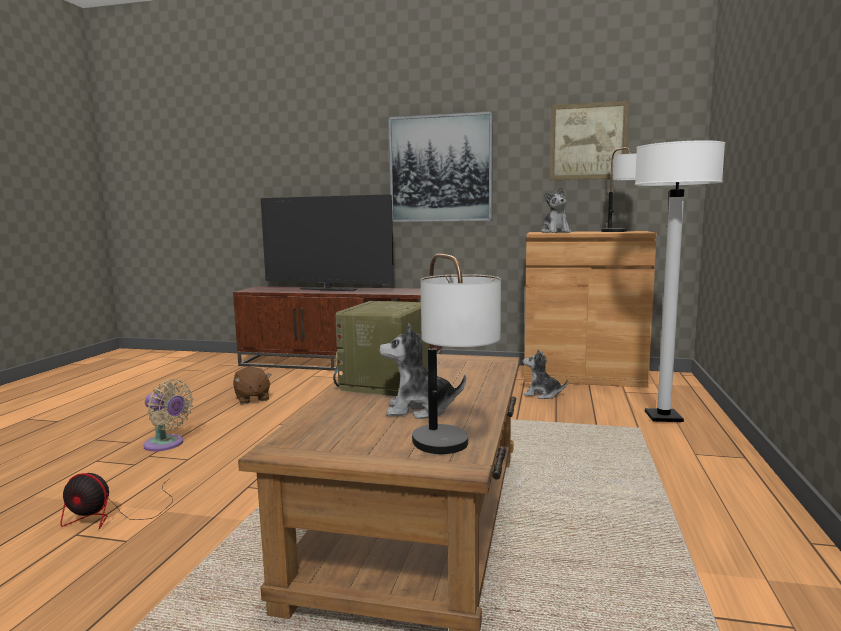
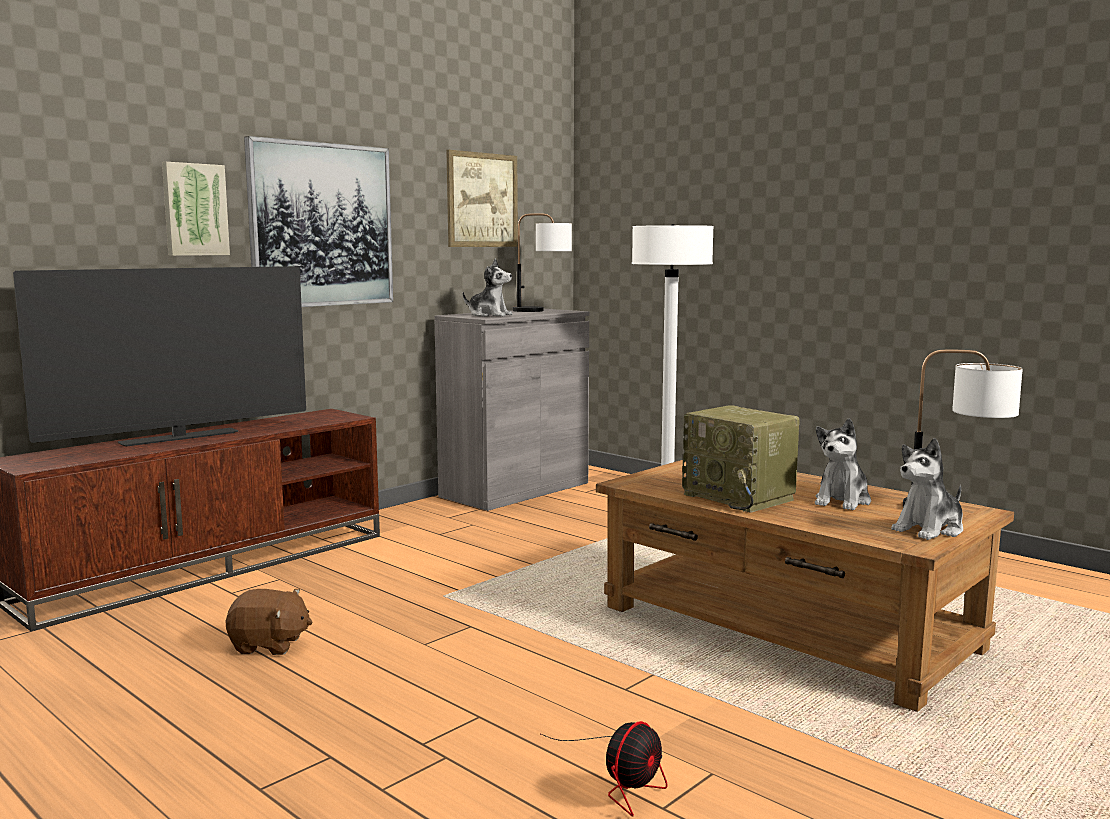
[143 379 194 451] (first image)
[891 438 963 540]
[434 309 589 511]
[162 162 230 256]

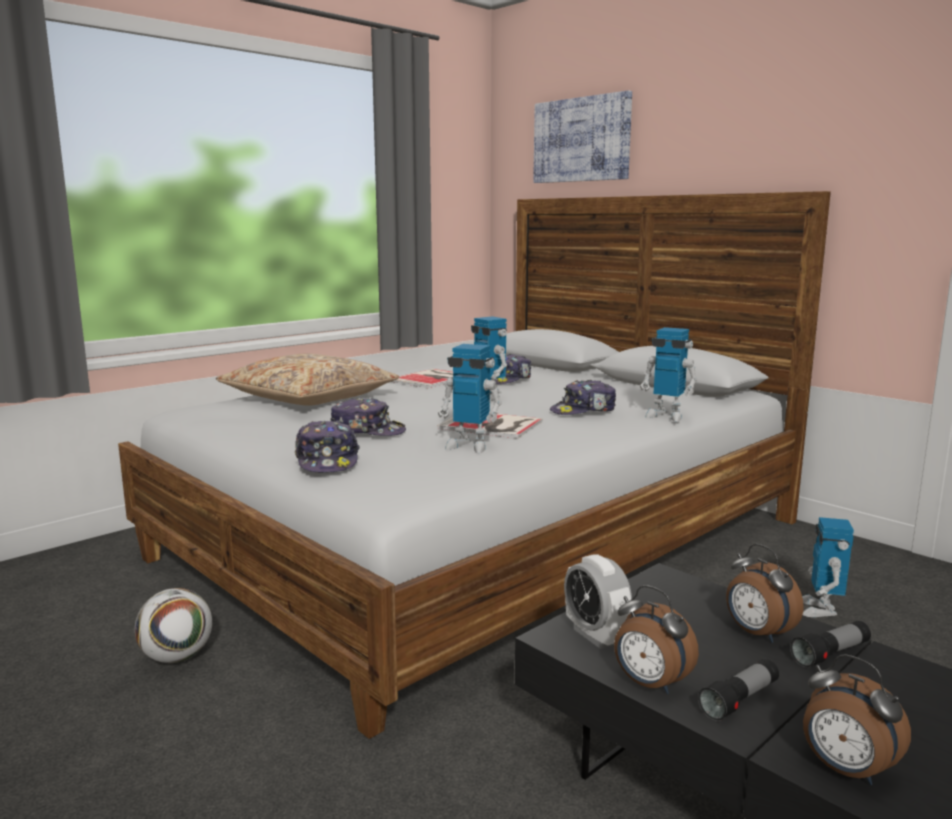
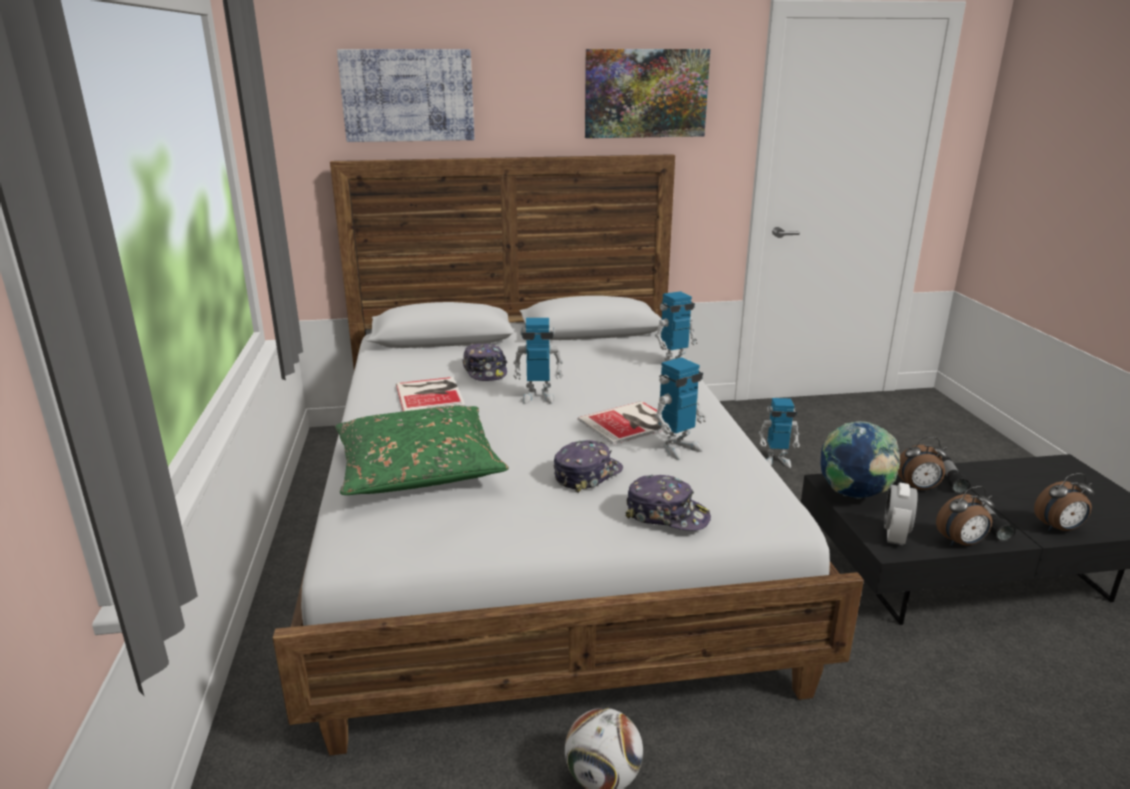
[335 406 509 495]
[550 380 616 415] (first image)
[884 482 918 545]
[759 398 800 468]
[585 49 710 138]
[820 421 900 499]

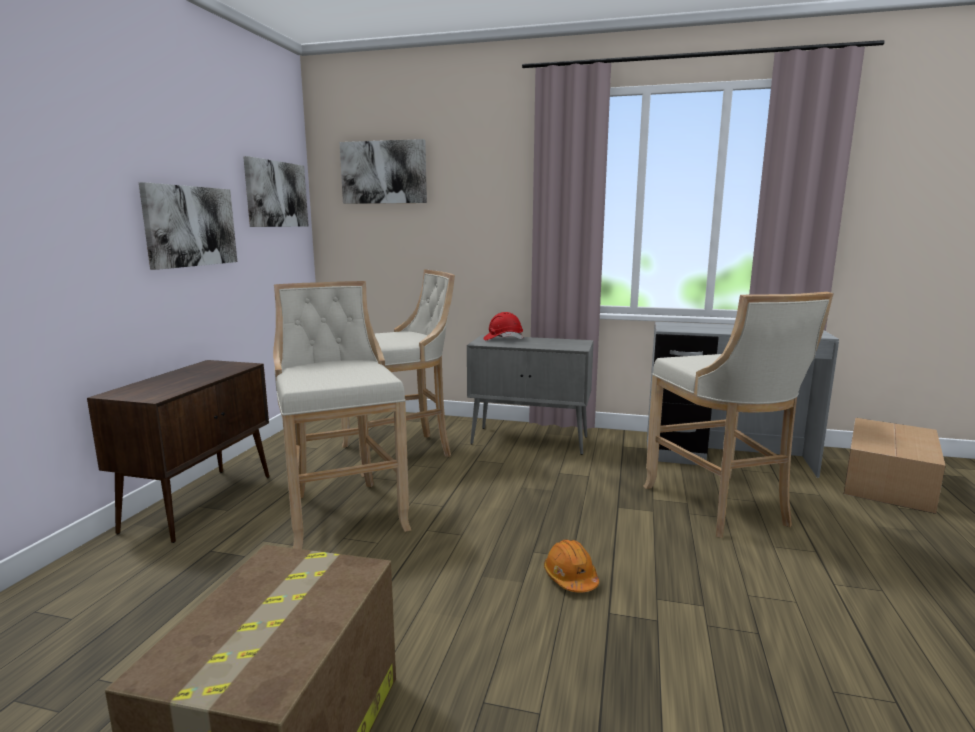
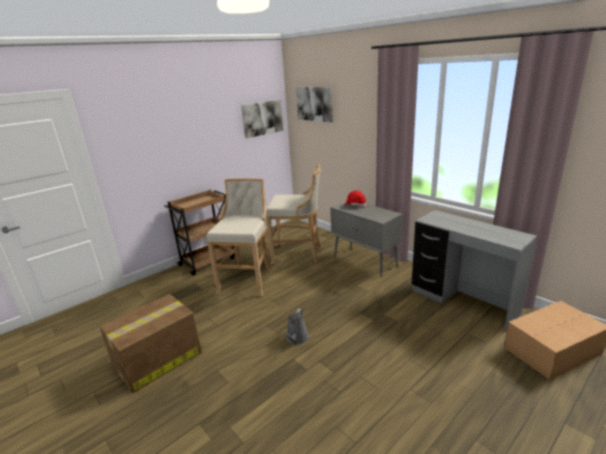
[164 190 235 276]
[139 182 237 270] (first image)
[284 309 309 345]
[643 292 834 538] (first image)

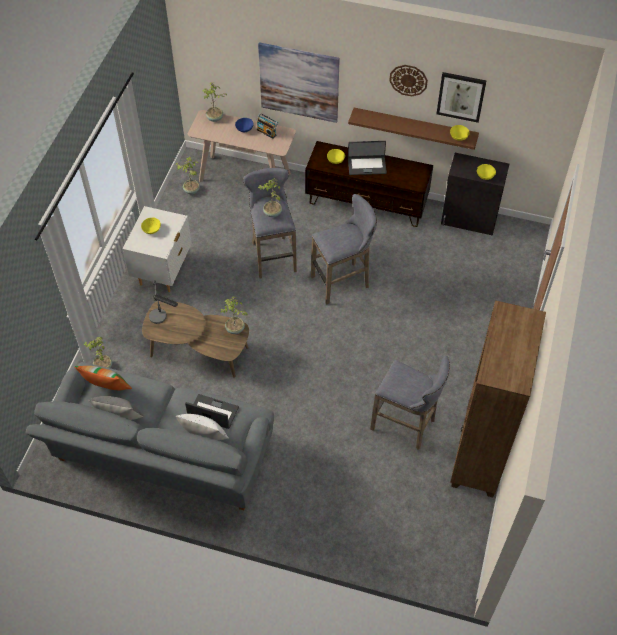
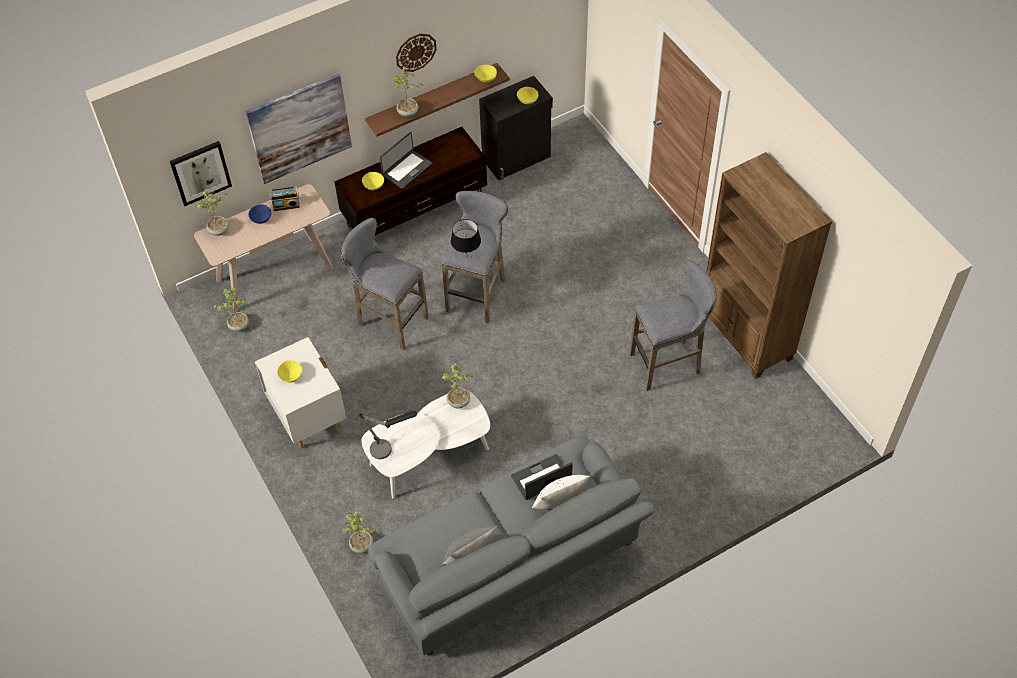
[74 366 132 390] (first image)
[361 390 490 499]
[393 68 423 117]
[169 141 232 206]
[451 219 481 253]

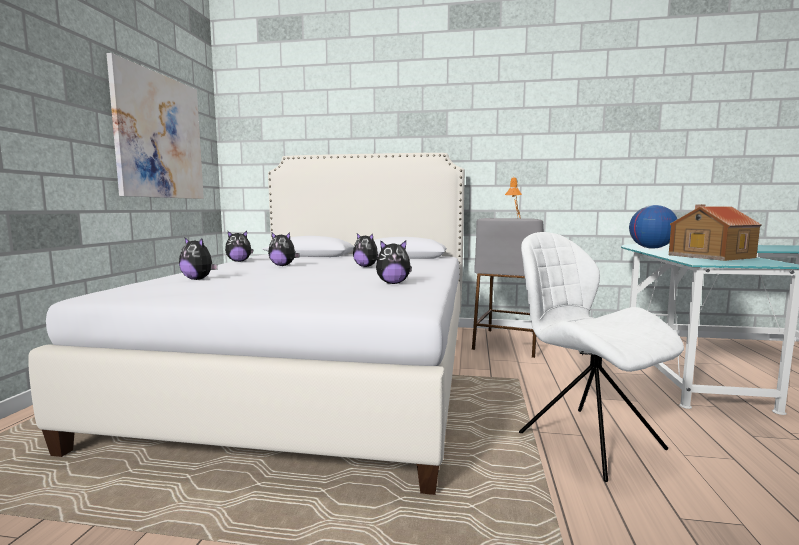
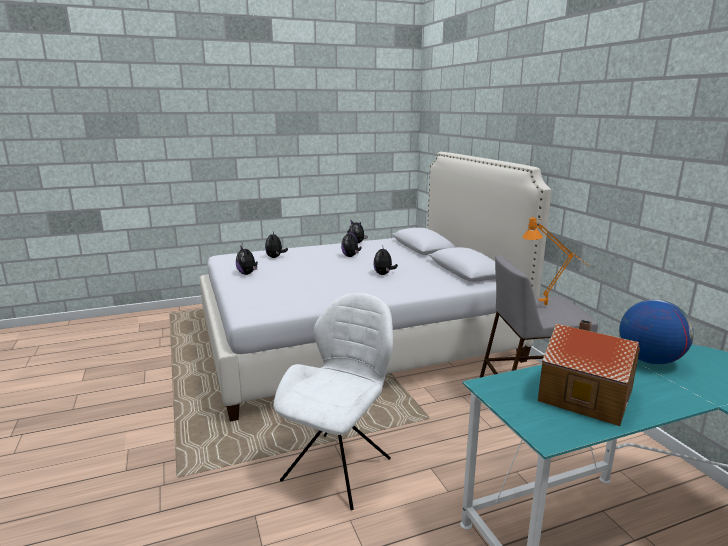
[106 53 204 199] (first image)
[236 246 258 275]

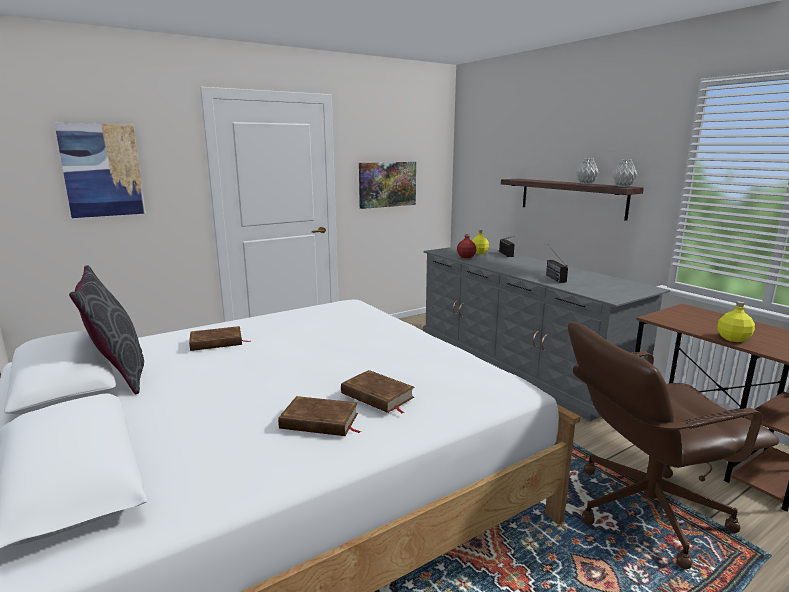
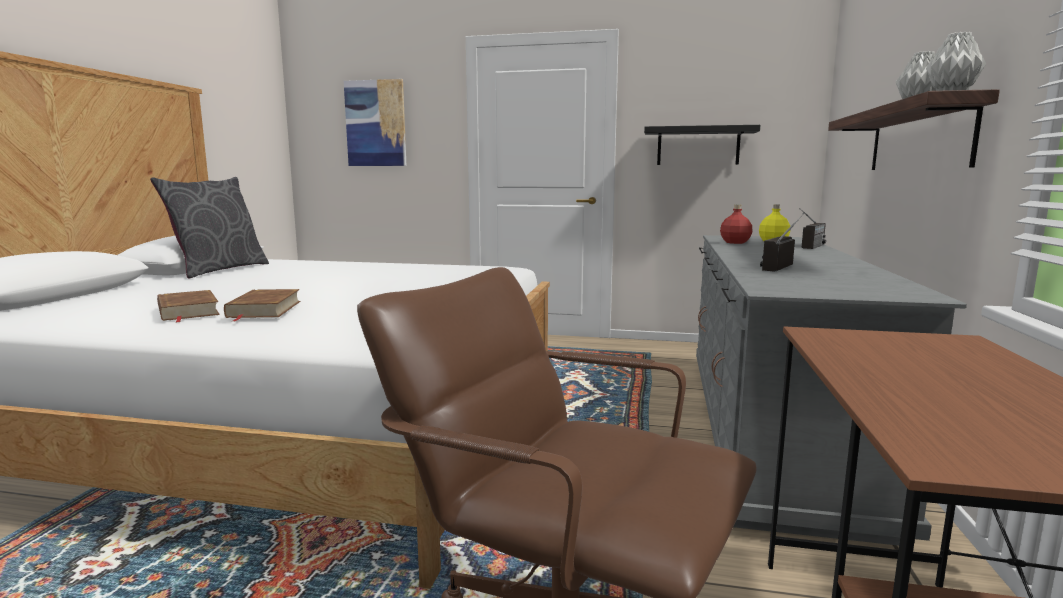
[189 326 250 351] (first image)
[644 125 760 165]
[717 301 755 342] (first image)

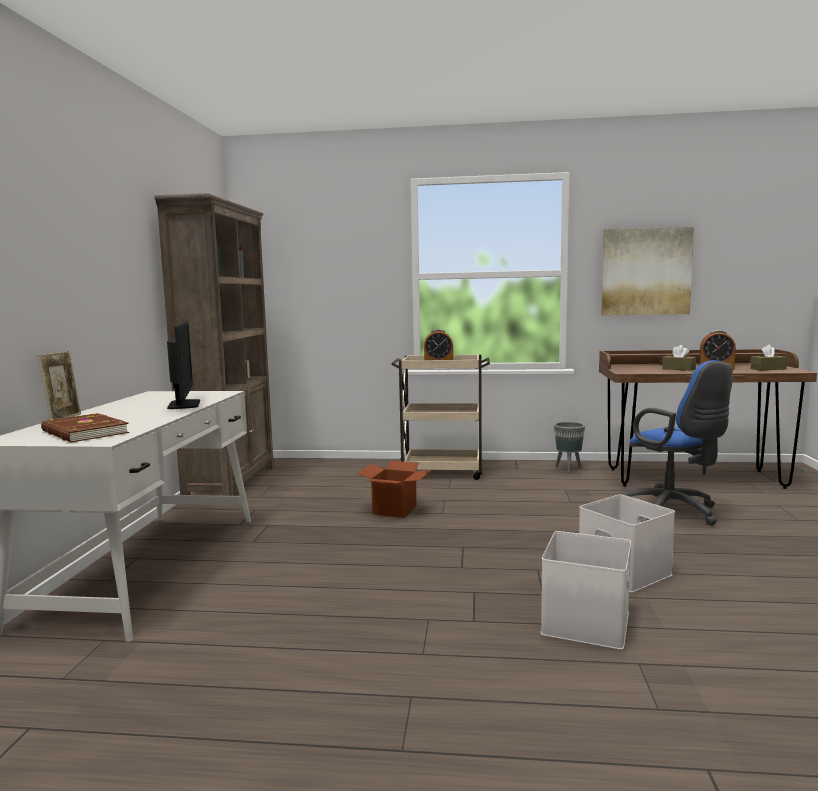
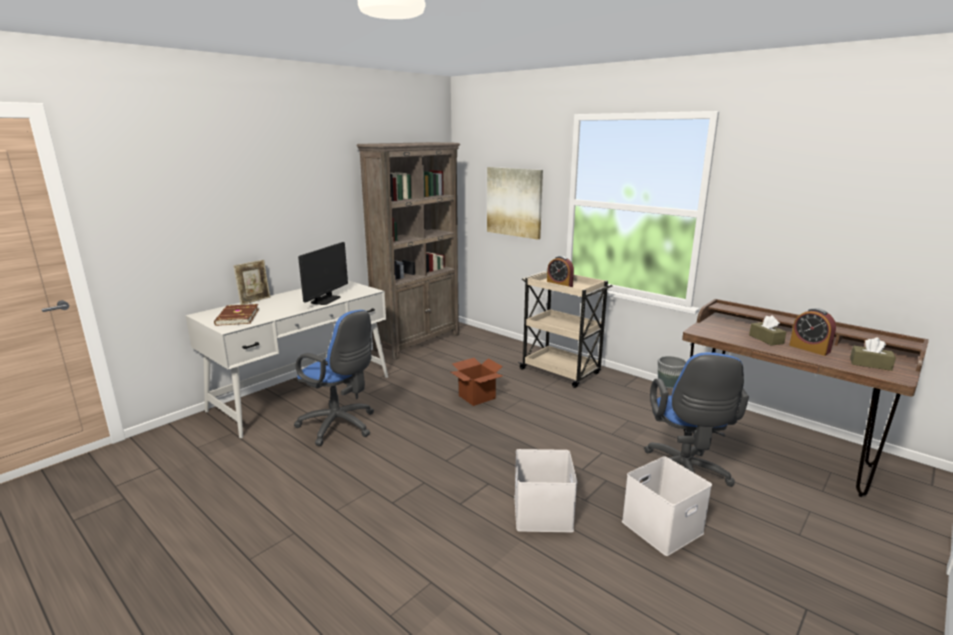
[622 456 712 556]
[487 167 543 240]
[294 310 374 446]

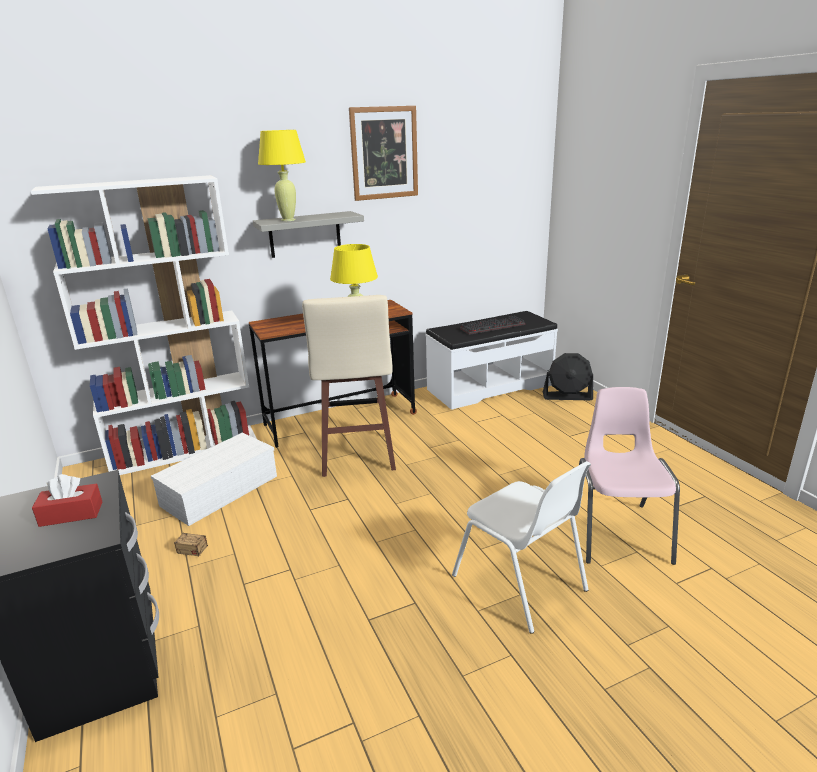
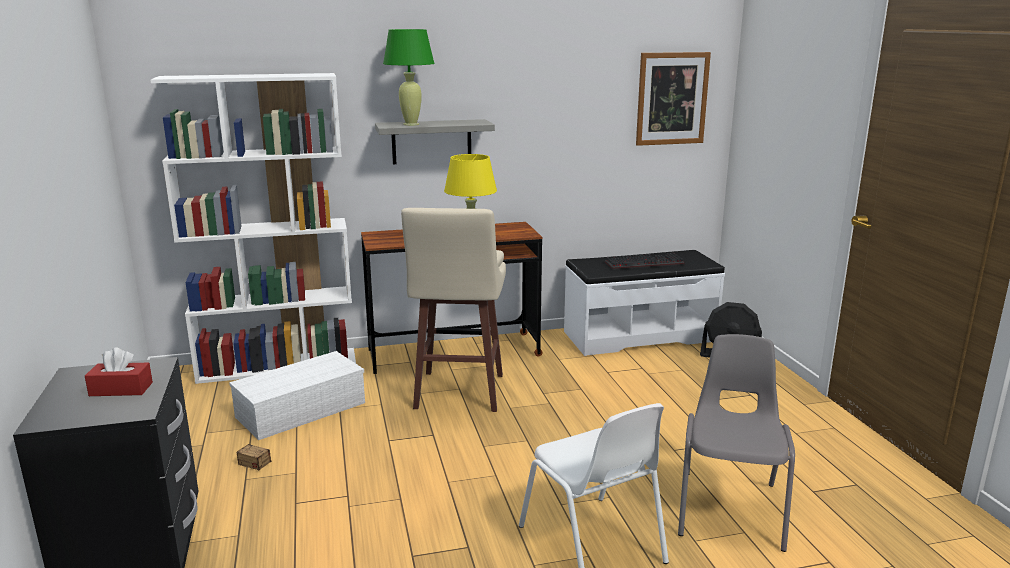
[383 29 434 126]
[636 52 711 146]
[678 334 795 552]

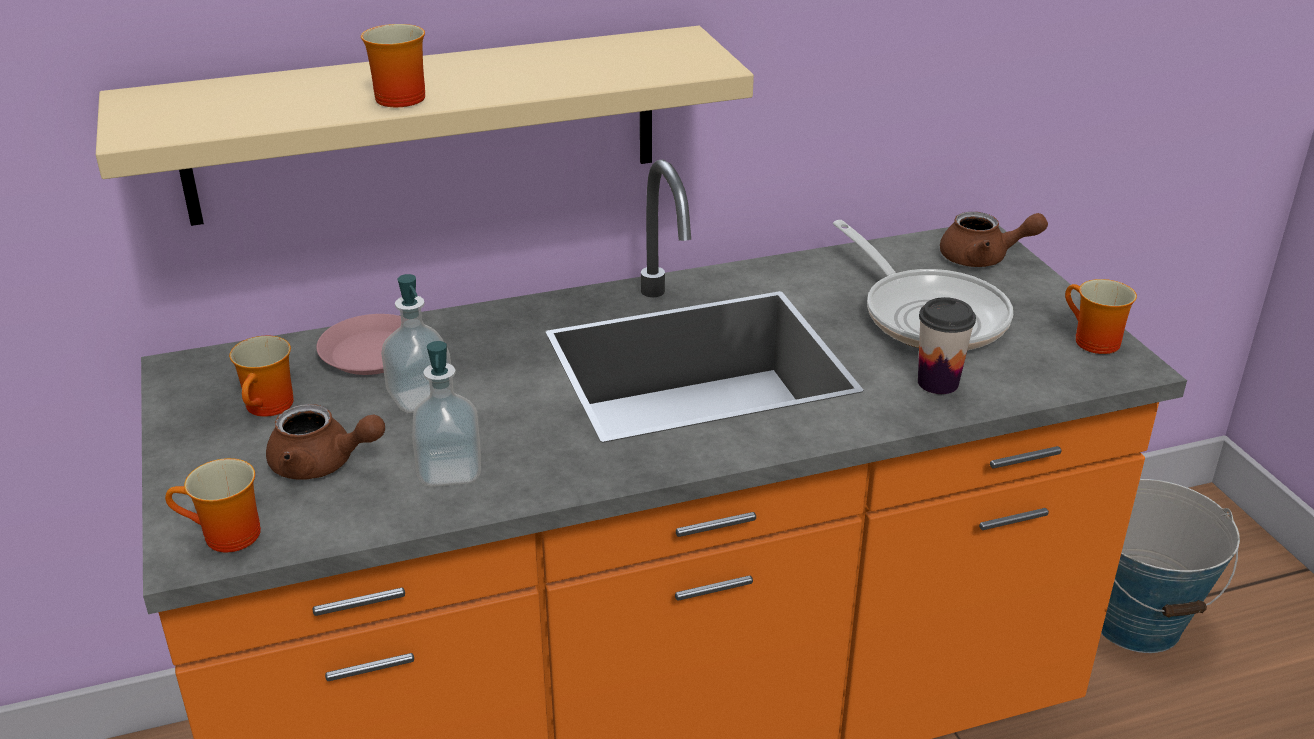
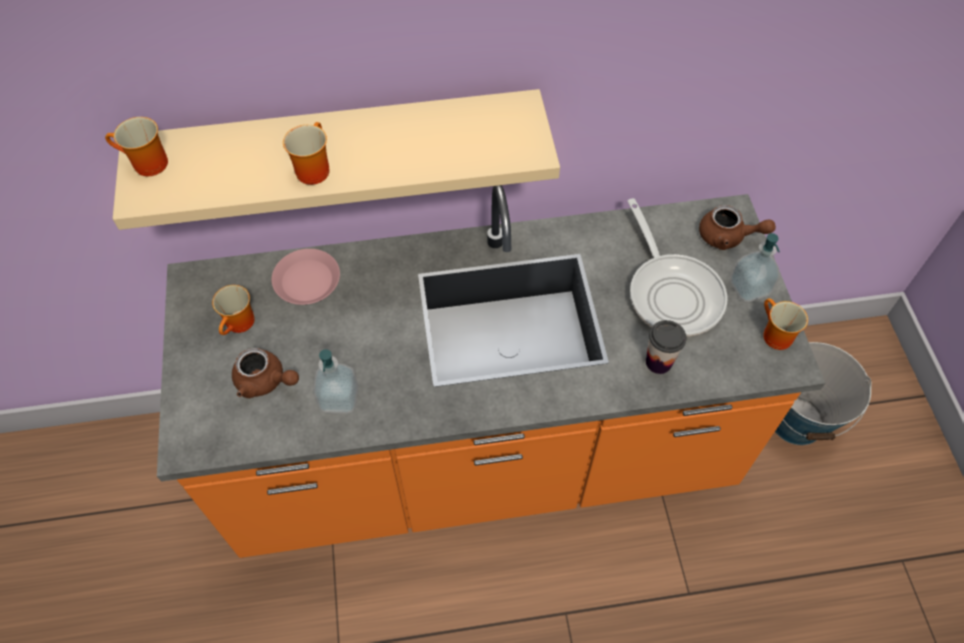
[105 117 168 176]
[730 233 780 302]

